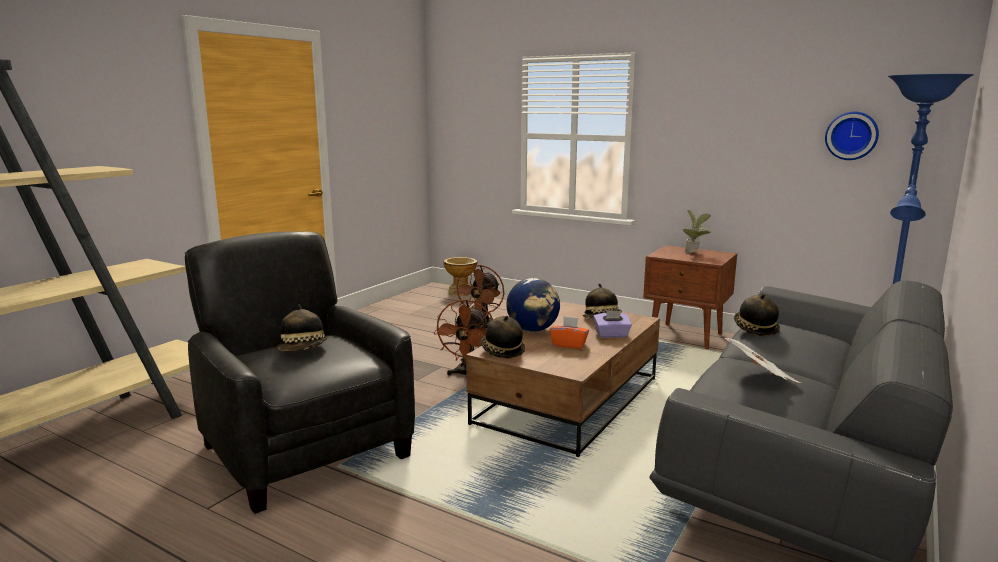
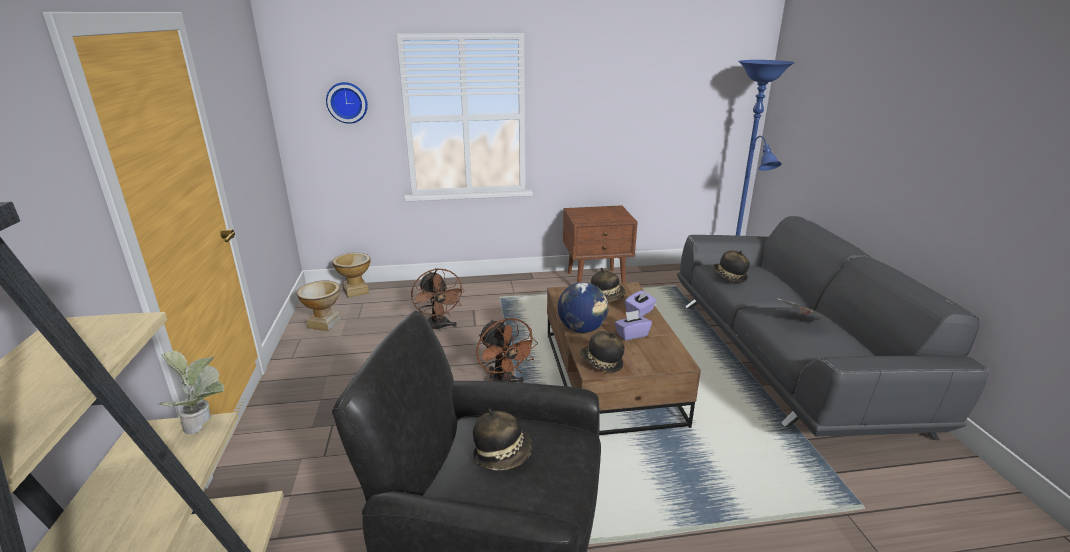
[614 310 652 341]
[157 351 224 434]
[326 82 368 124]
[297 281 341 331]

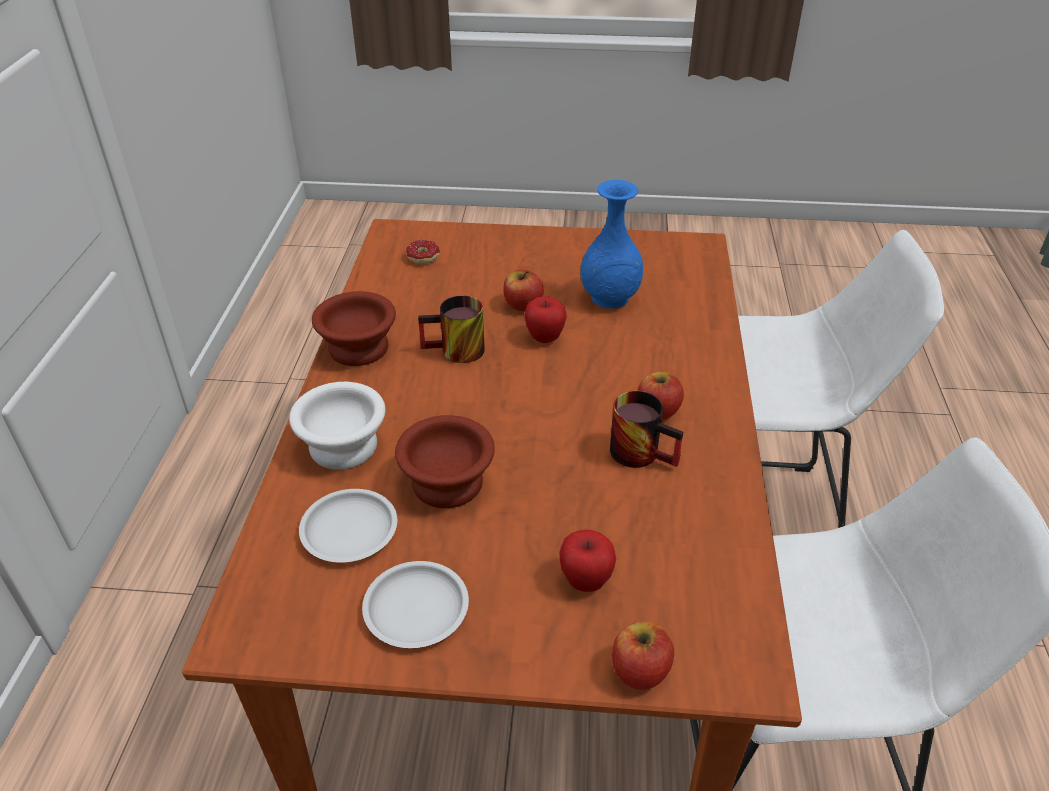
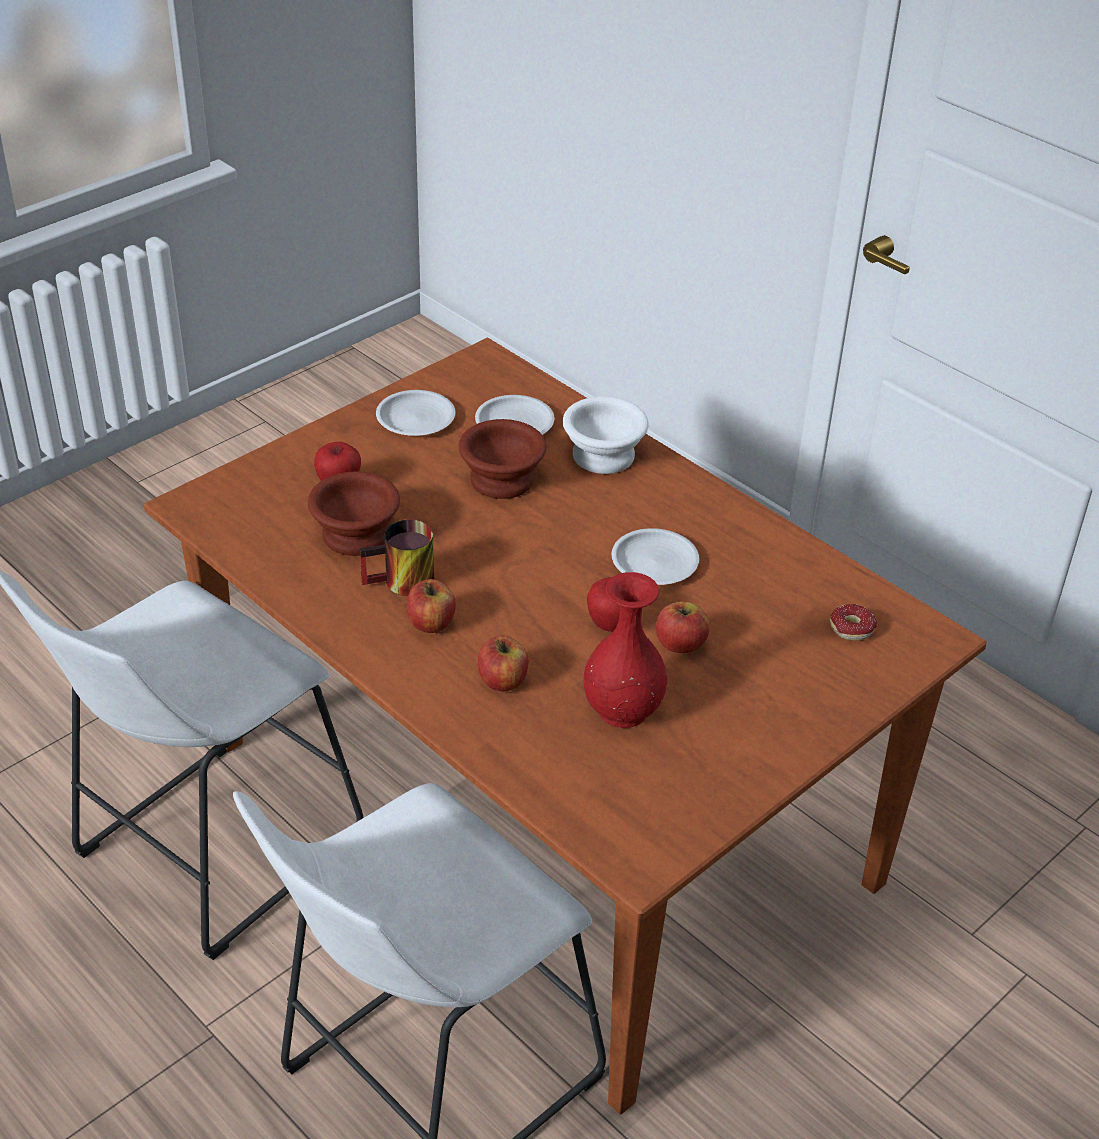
[308 471 400 556]
[612 528 699 585]
[583 572 667 728]
[478 635 528 692]

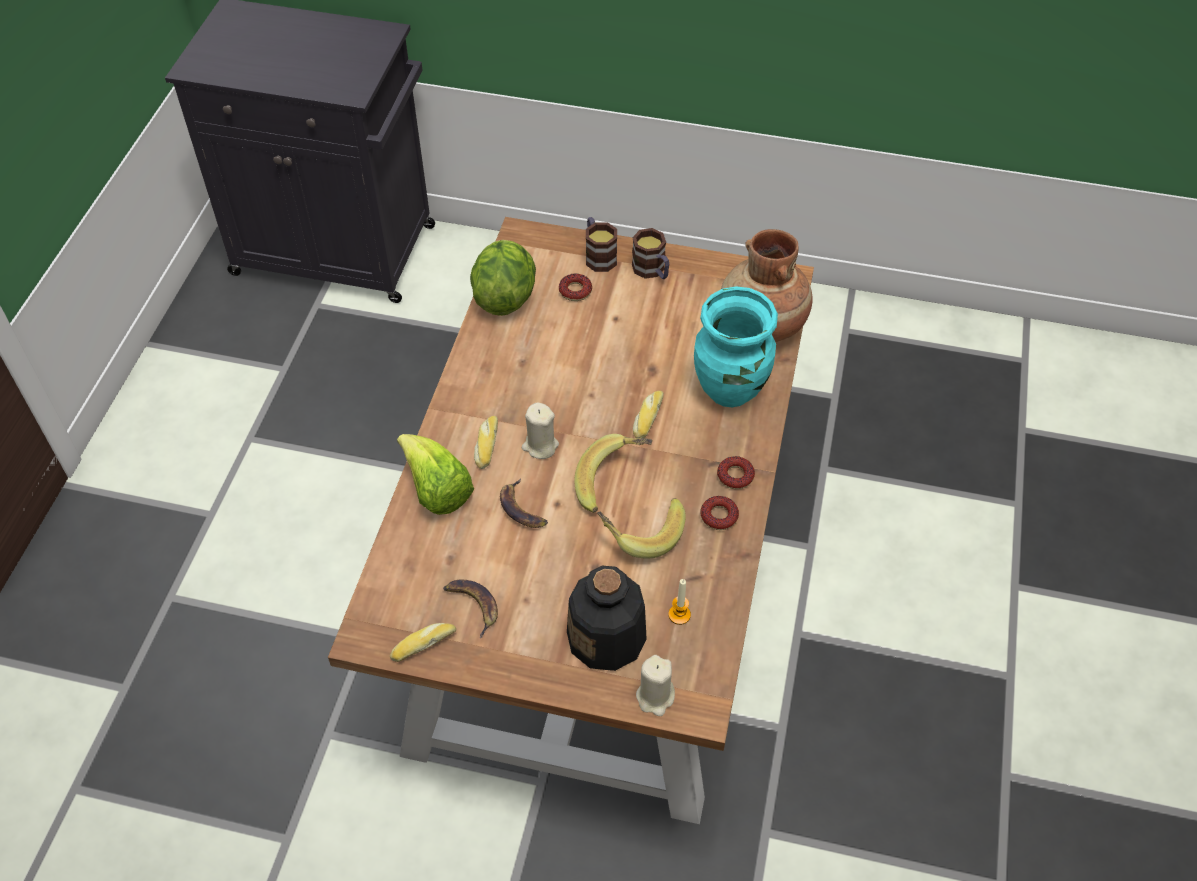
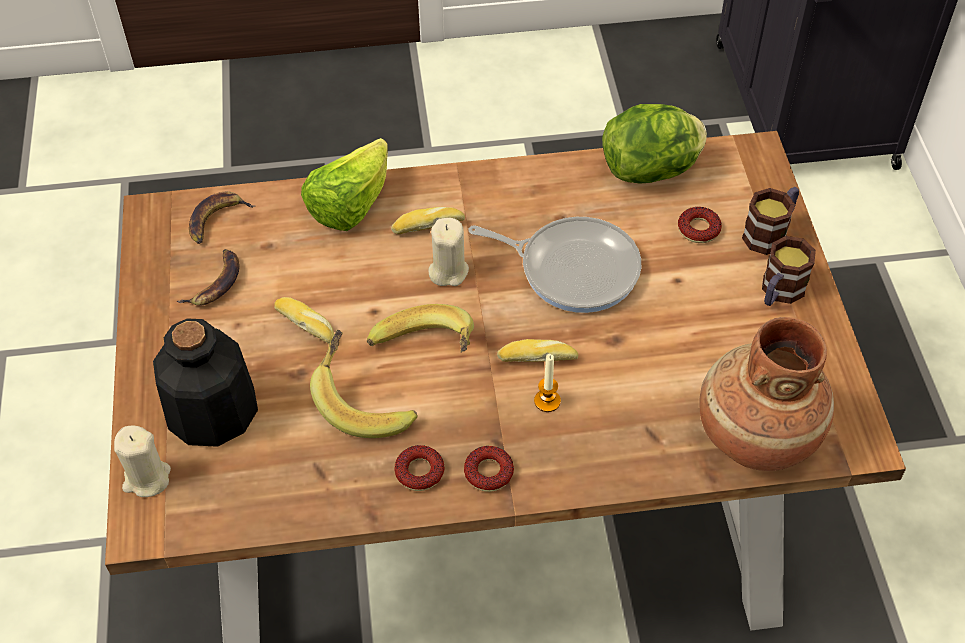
[274 297 334 344]
[189 191 256 244]
[534 354 561 412]
[694 286 778 407] (first image)
[468 217 641 313]

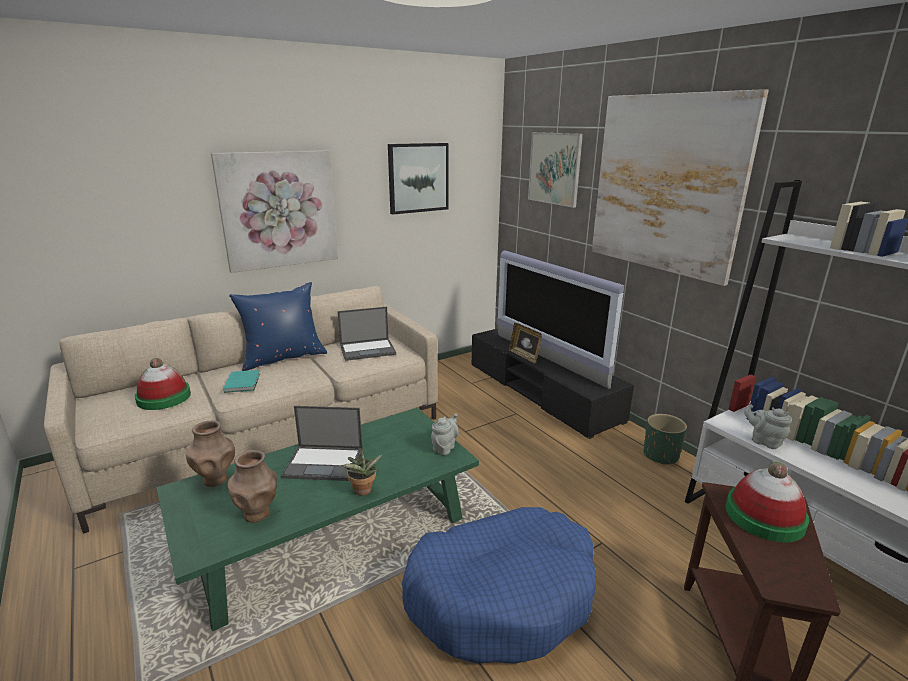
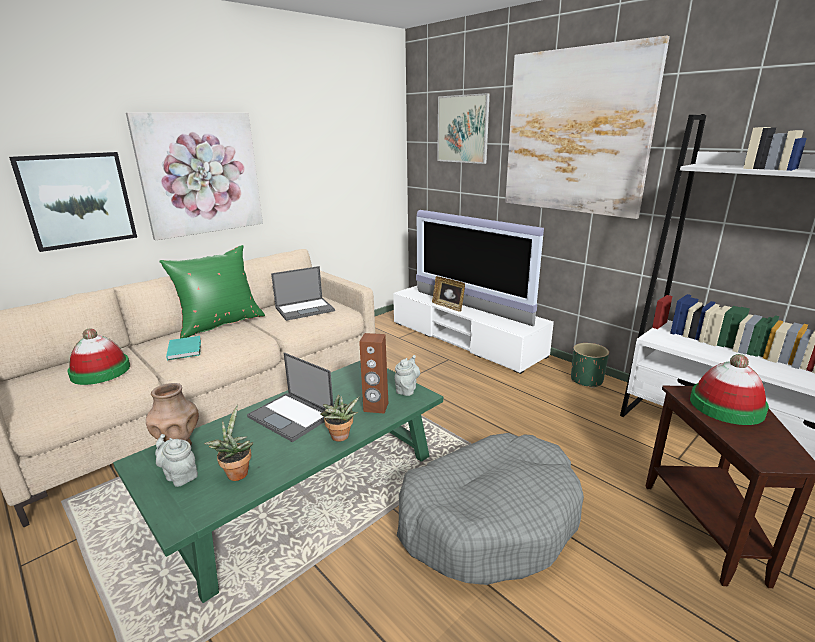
[204 405 253 481]
[159 245 265 338]
[247 352 333 442]
[9 152 137 252]
[397 433 584 585]
[393 286 554 374]
[155 434 198 487]
[359 333 388 414]

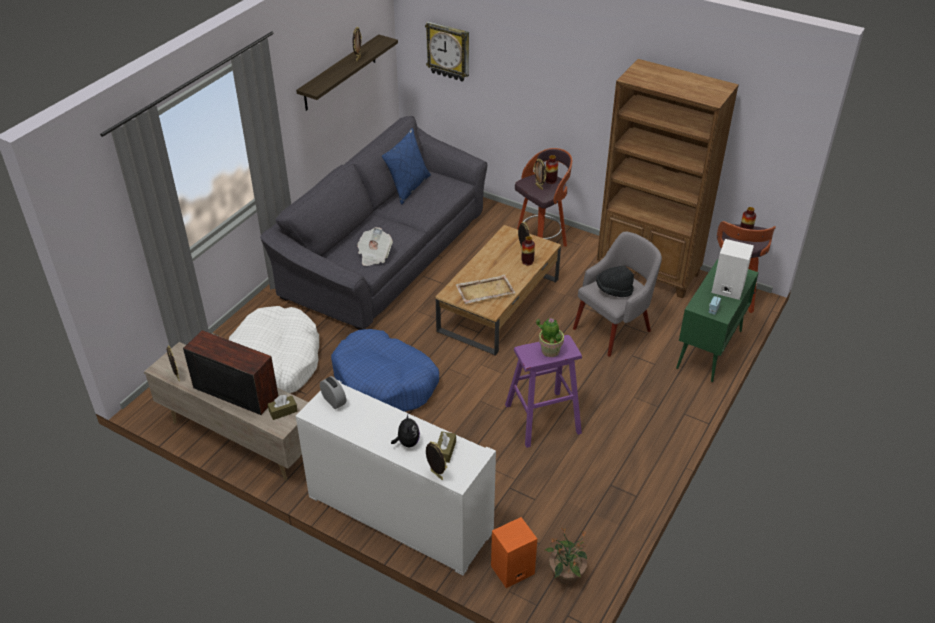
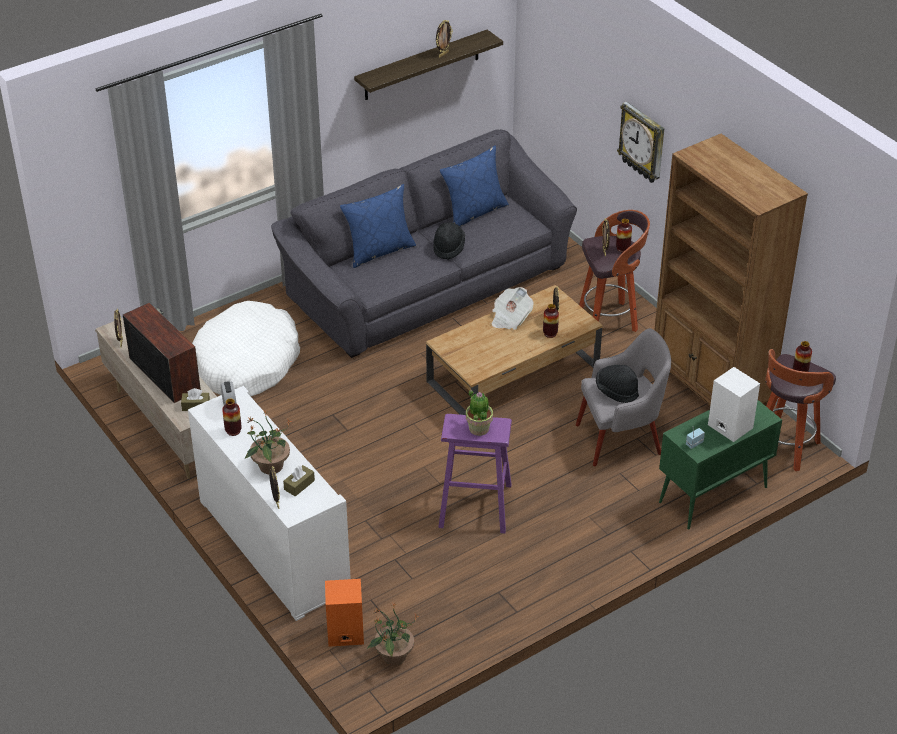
[331 329 439 412] (first image)
[492 287 533 330]
[245 411 292 474]
[617 102 664 183]
[455 275 515 304] (first image)
[222 399 242 436]
[340 184 416 268]
[433 222 465 260]

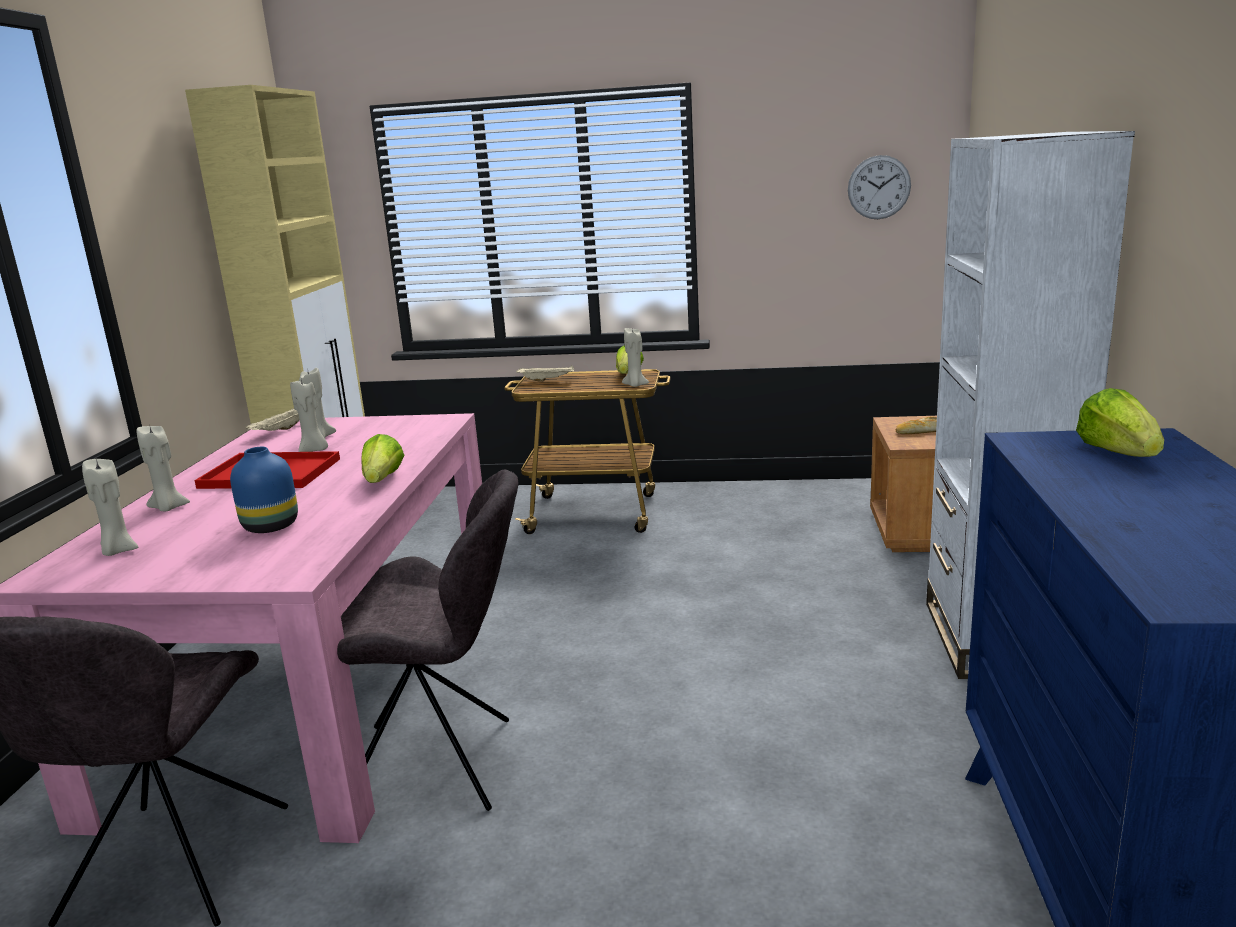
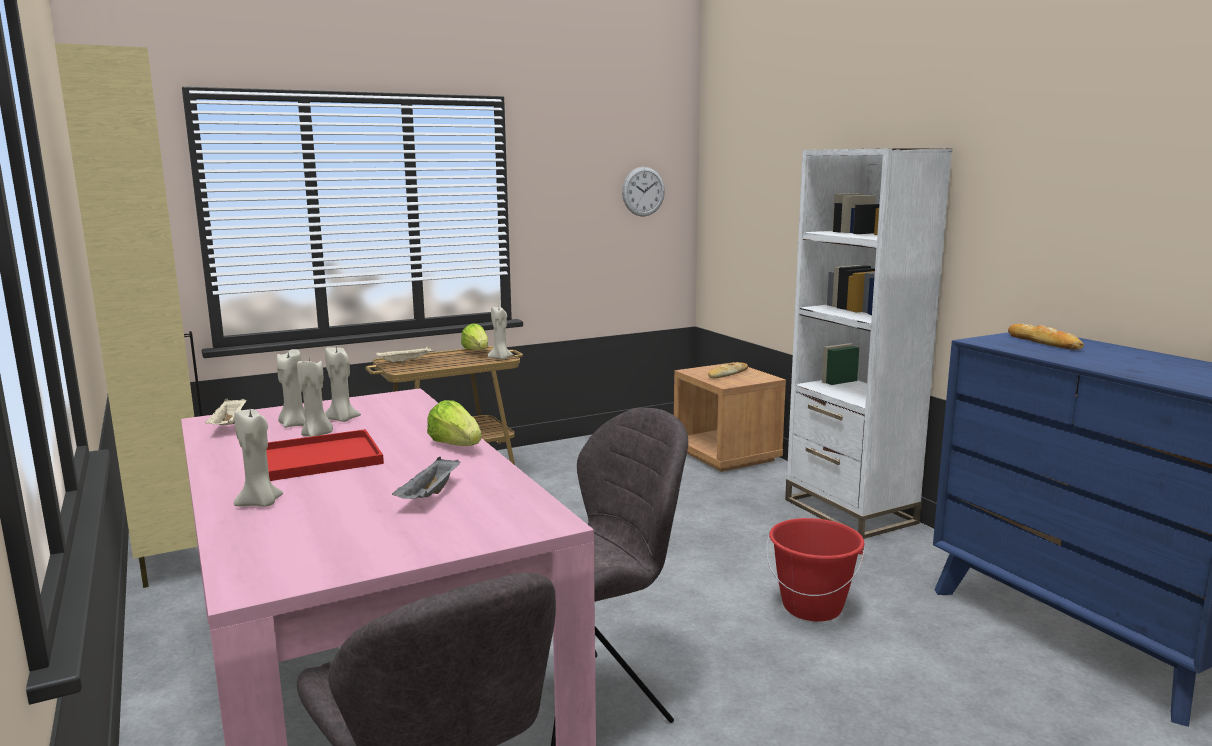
[325 346 361 422]
[392 457 460 499]
[1008 324 1084 350]
[766 518 865 622]

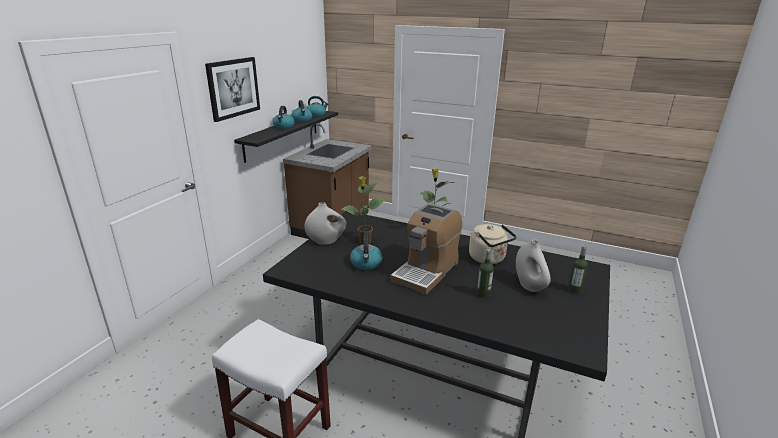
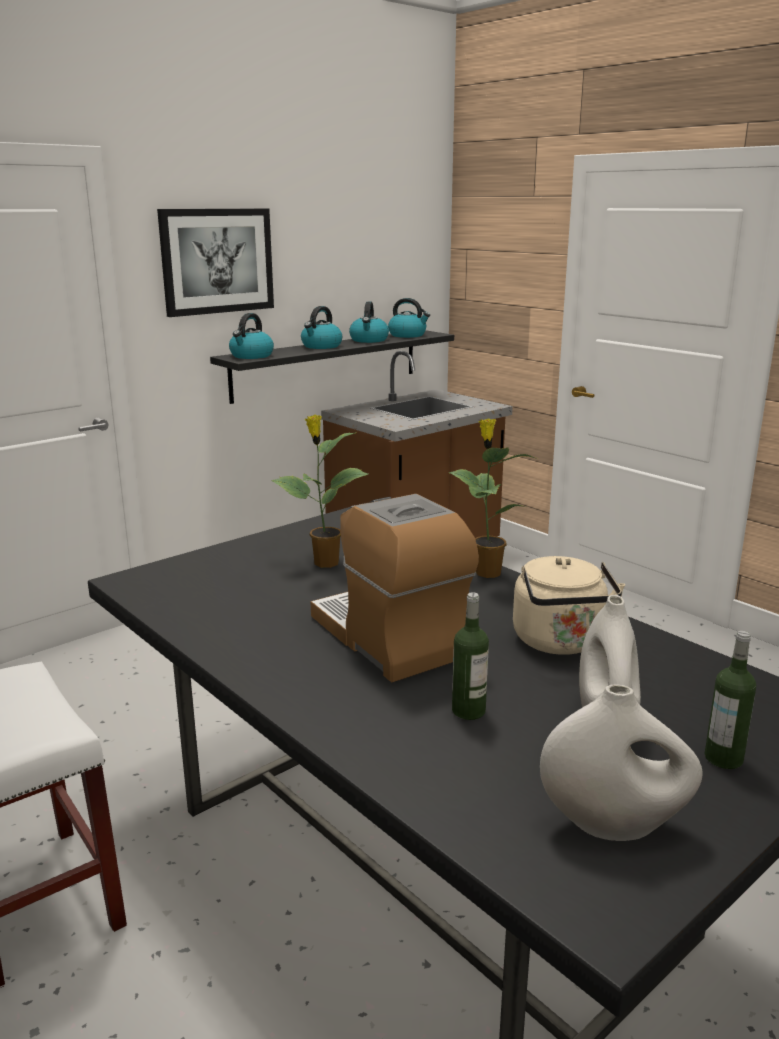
[540 685 703 841]
[229 313 274 359]
[311 494 479 682]

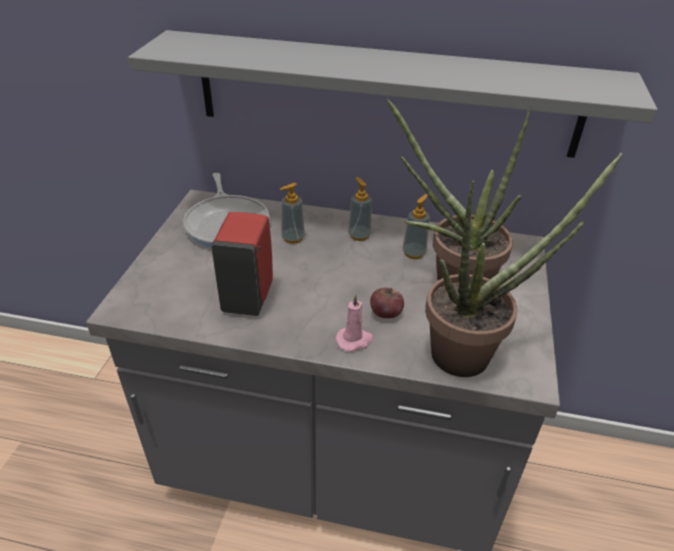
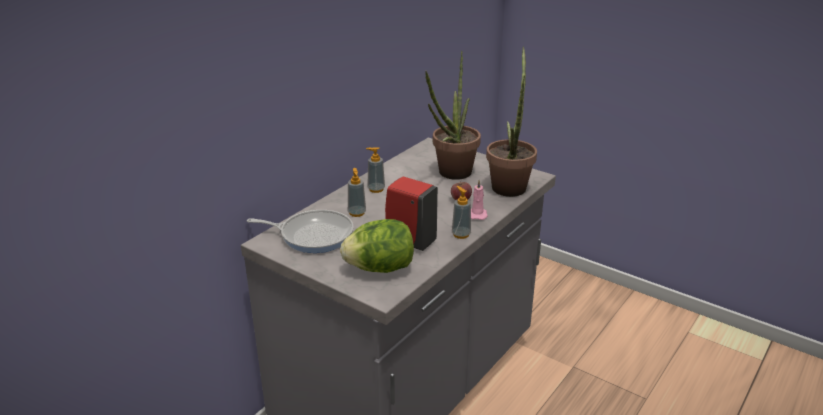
[128 30 658 158] (first image)
[452 186 471 239]
[340 219 414 273]

